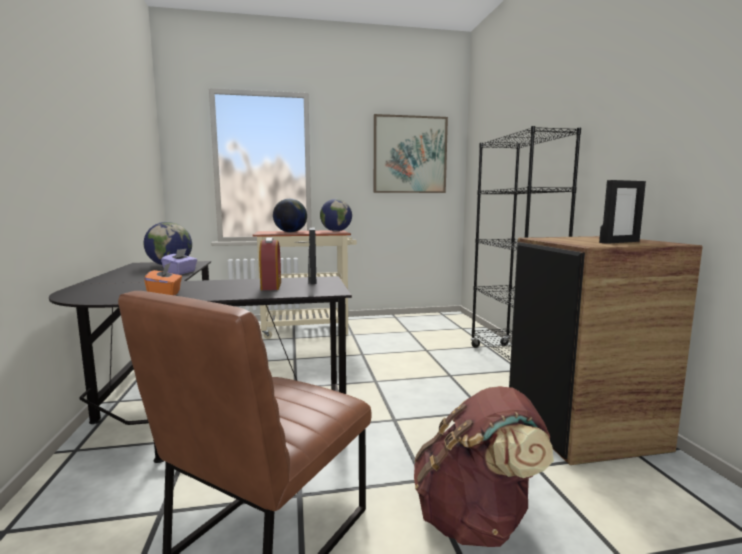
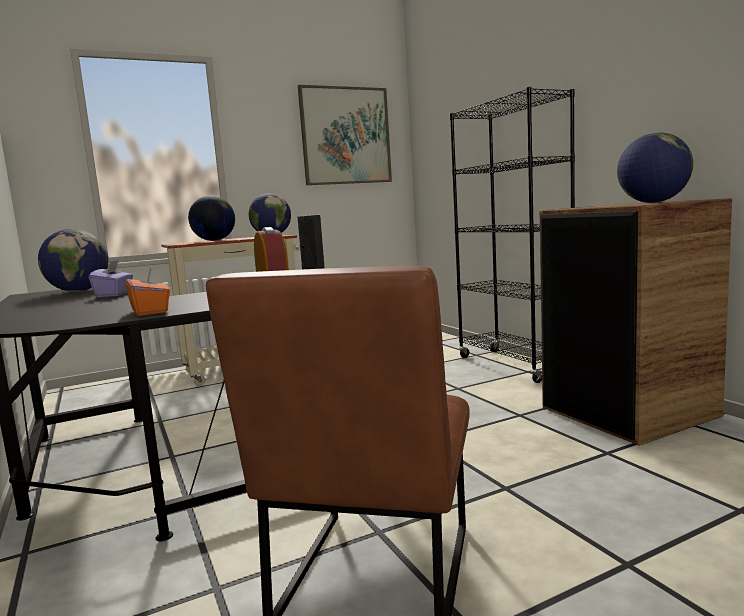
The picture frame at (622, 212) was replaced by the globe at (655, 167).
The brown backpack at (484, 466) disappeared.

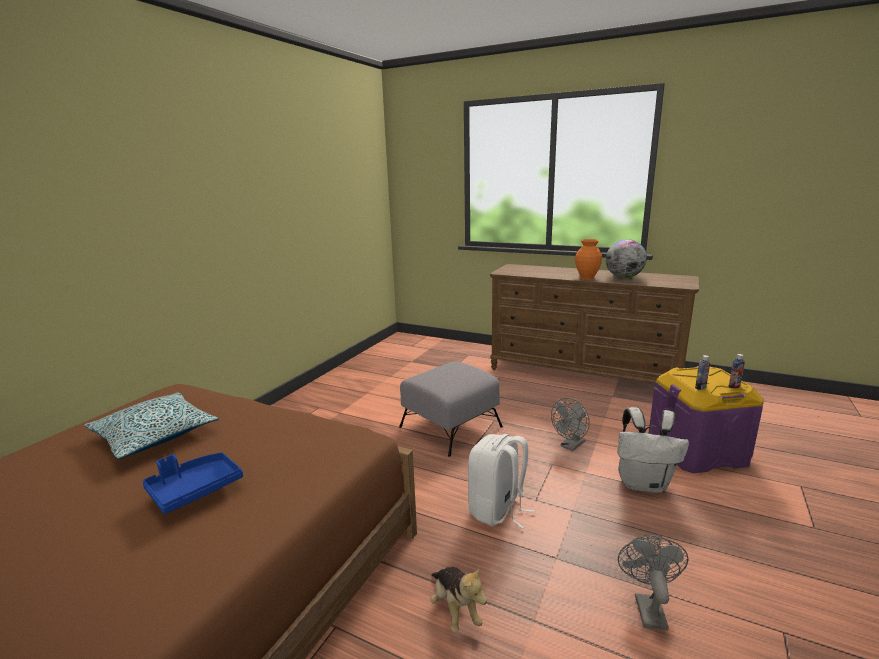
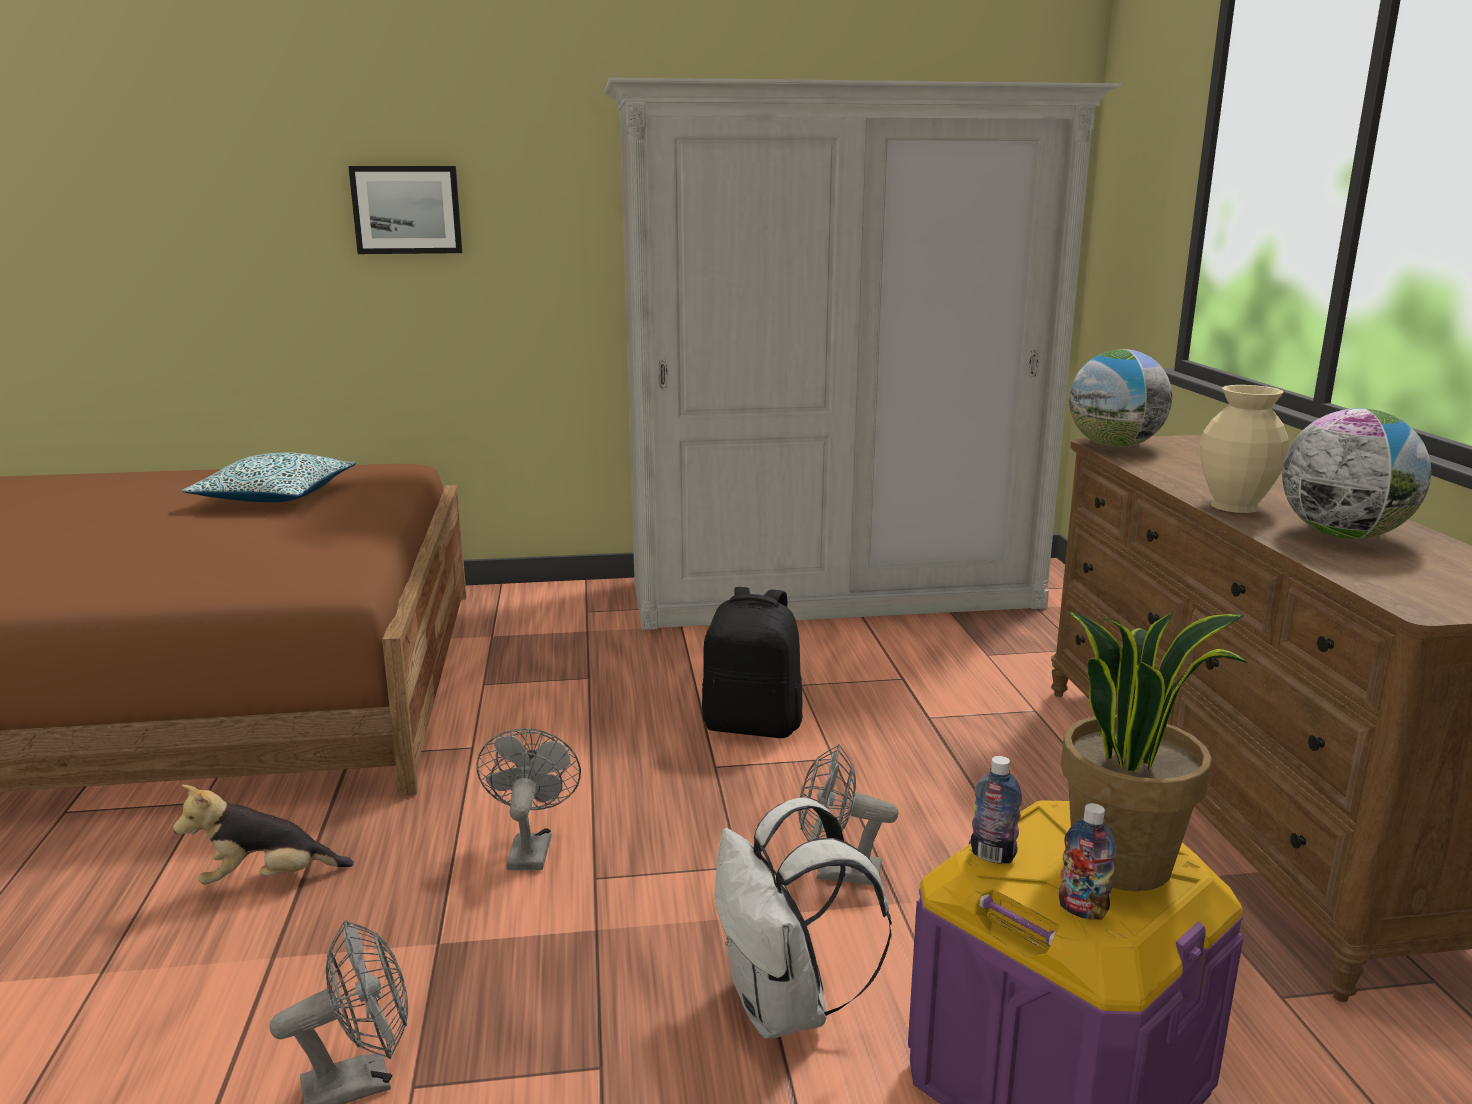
The orange vase at (588, 259) became the beige vase at (1244, 449).
The grey ottoman at (451, 409) was replaced by the black backpack at (752, 662).
The white backpack at (501, 481) was replaced by the grey fan at (529, 799).
The blue tray at (193, 483) disappeared.
The plush toy at (458, 600) turned 45 degrees clockwise.
The white wardrobe at (863, 353) appeared.
The picture at (405, 210) appeared.
The globe at (1120, 398) appeared.
The potted plant at (1155, 751) appeared.

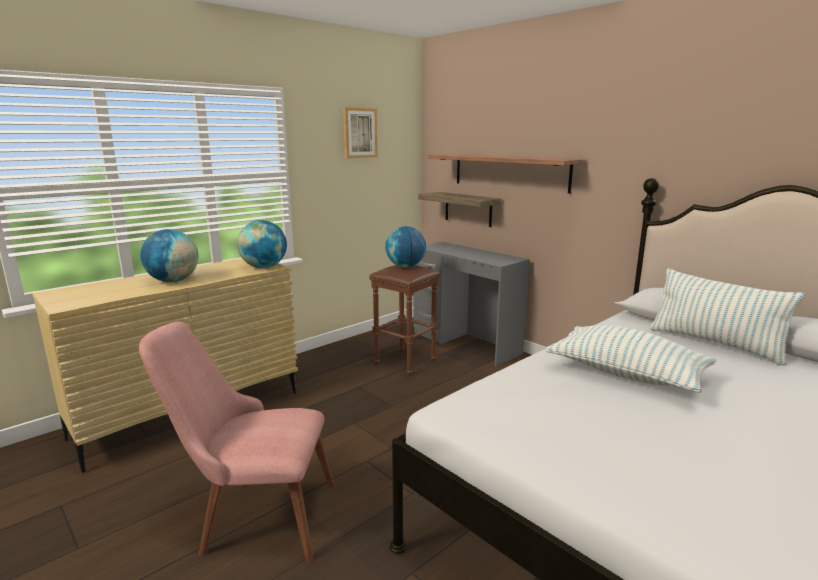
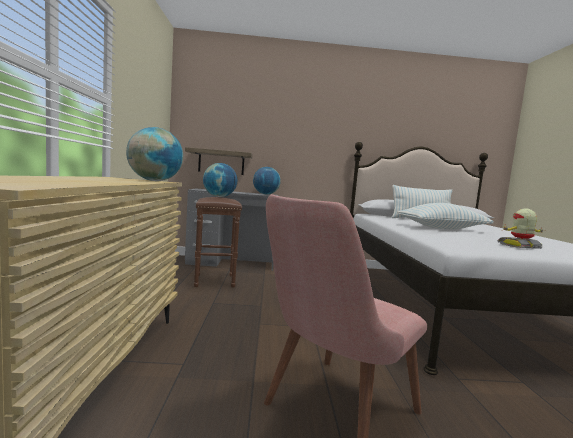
The picture at (360, 133) disappeared.
The shelf at (507, 174) disappeared.
The globe moved from (169, 255) to (267, 181).
The toy robot at (520, 229) appeared.

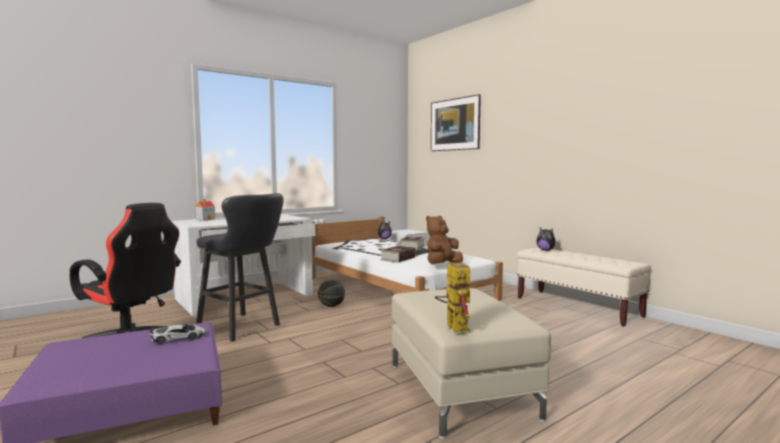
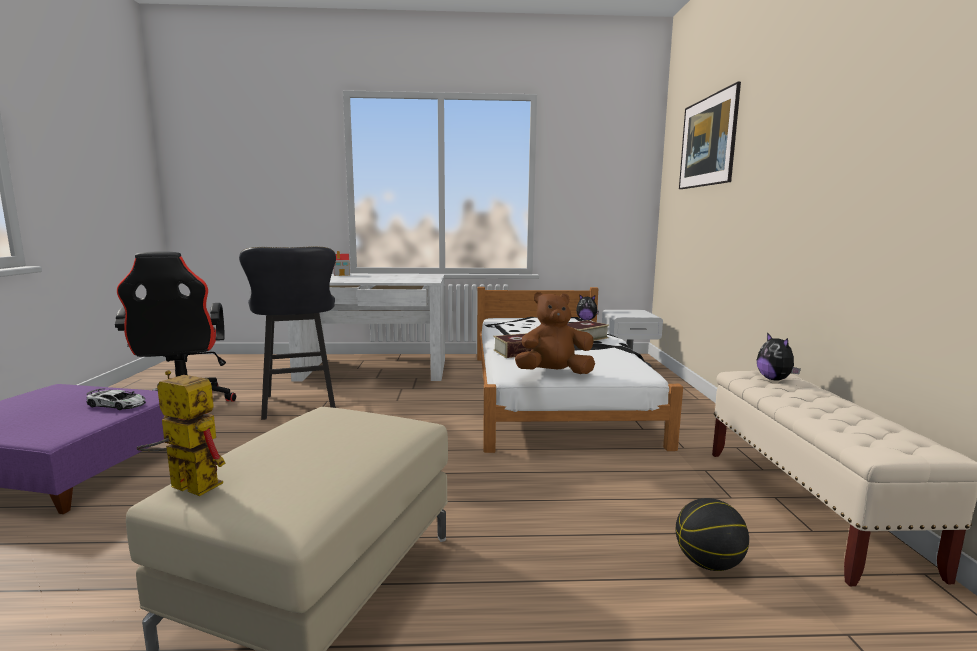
The toy robot at (452, 295) turned 90 degrees counterclockwise.
The basketball moved from (331, 293) to (712, 534).

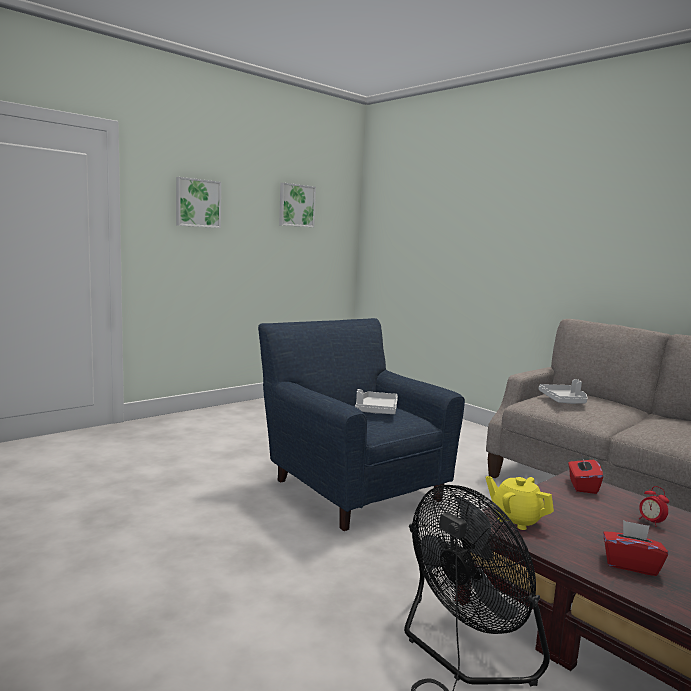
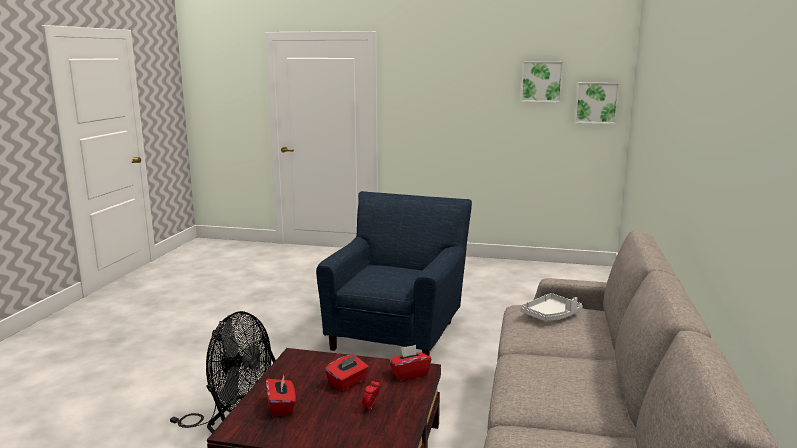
The picture moved from (198, 202) to (597, 103).
The grey tray at (376, 401) disappeared.
The yellow teapot at (519, 503) disappeared.
The red tissue box at (347, 372) appeared.

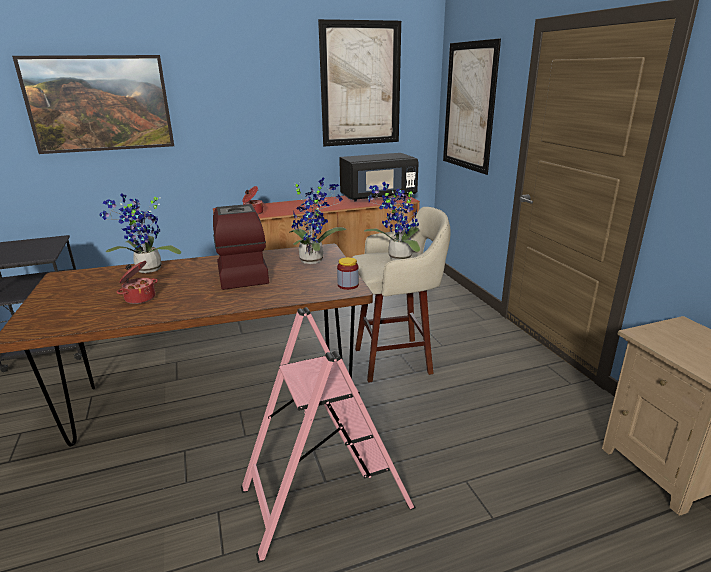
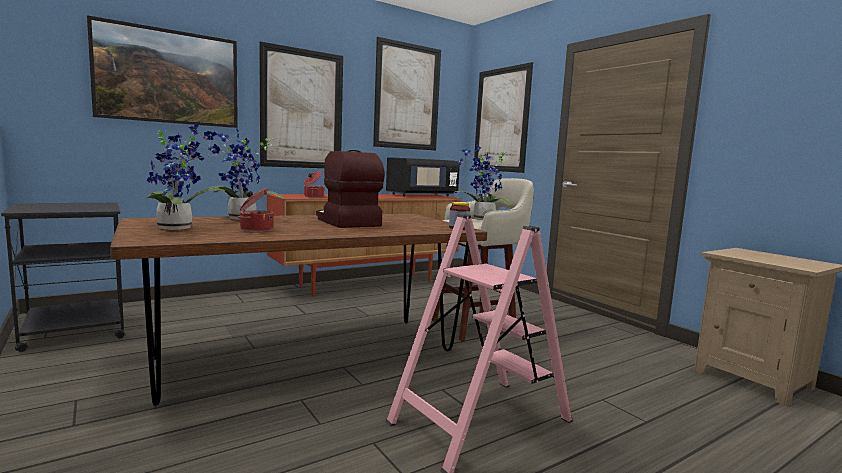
The potted plant moved from (318, 220) to (185, 177).
The picture at (301, 104) appeared.

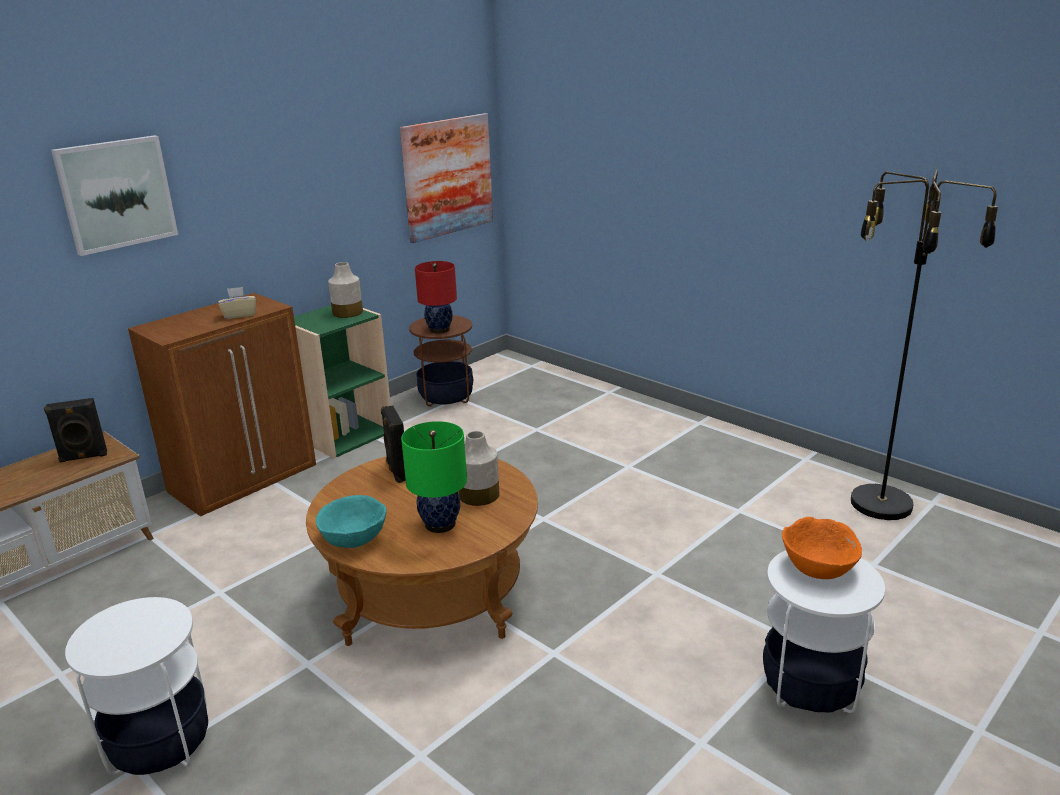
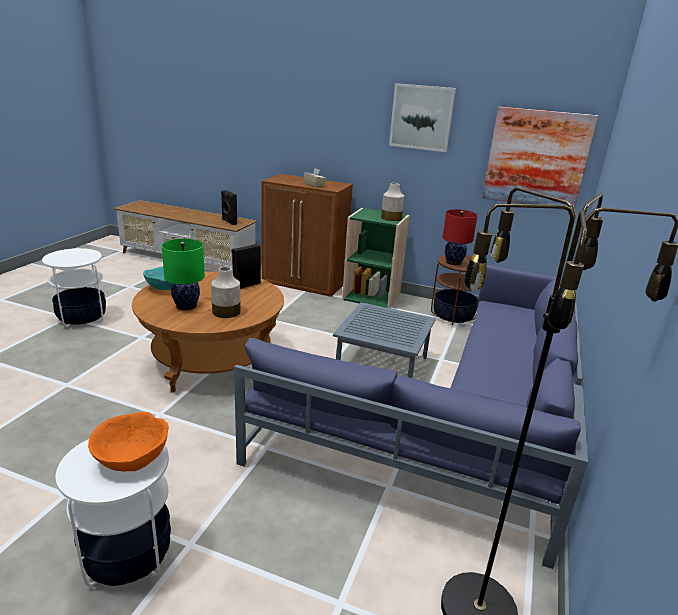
The picture moved from (114, 195) to (422, 117).
The blue sofa at (411, 417) appeared.

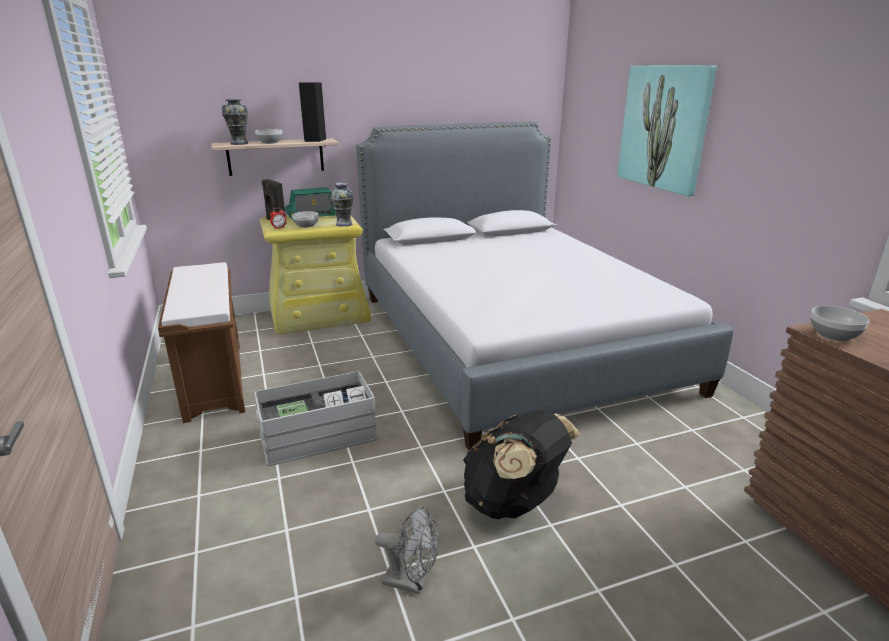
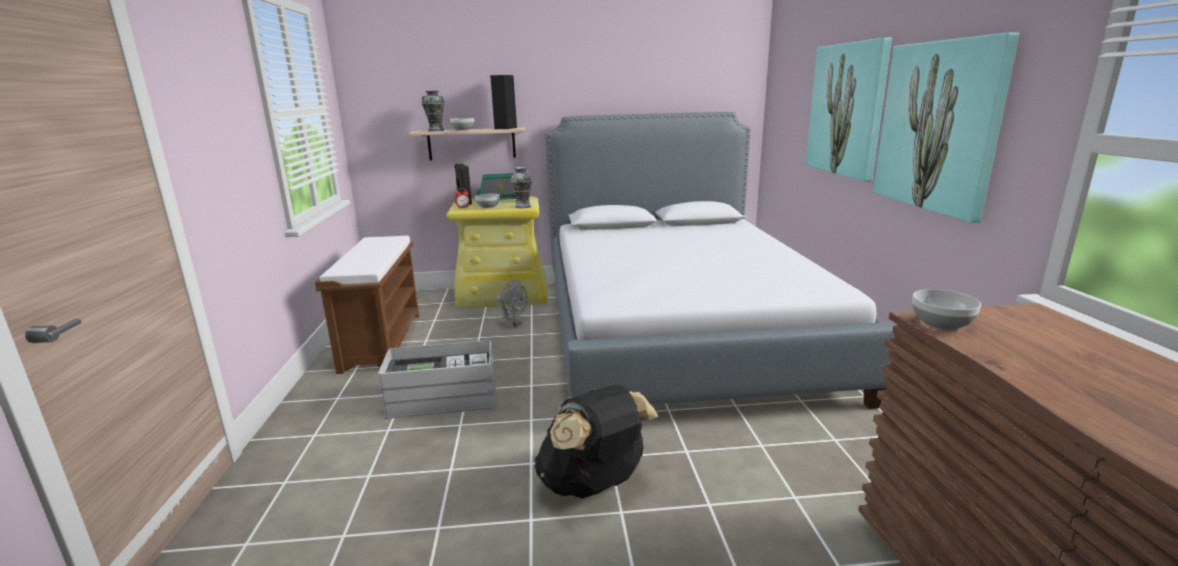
The grey fan moved from (407, 550) to (511, 304).
The picture at (946, 127) appeared.

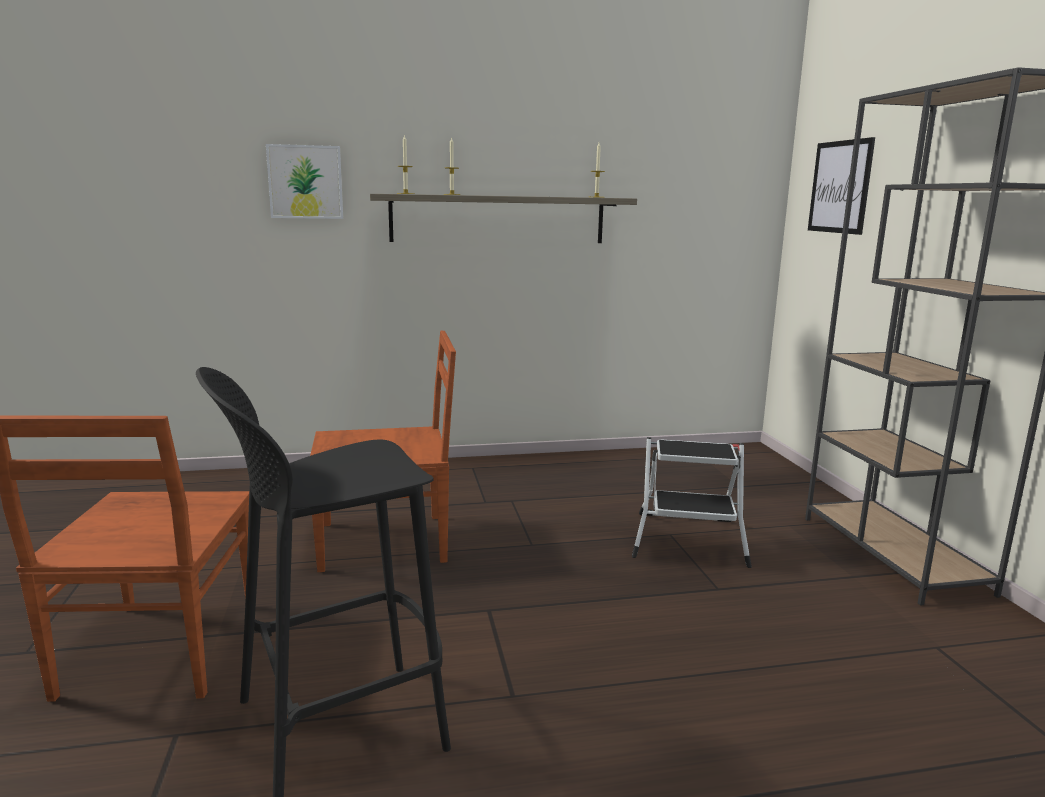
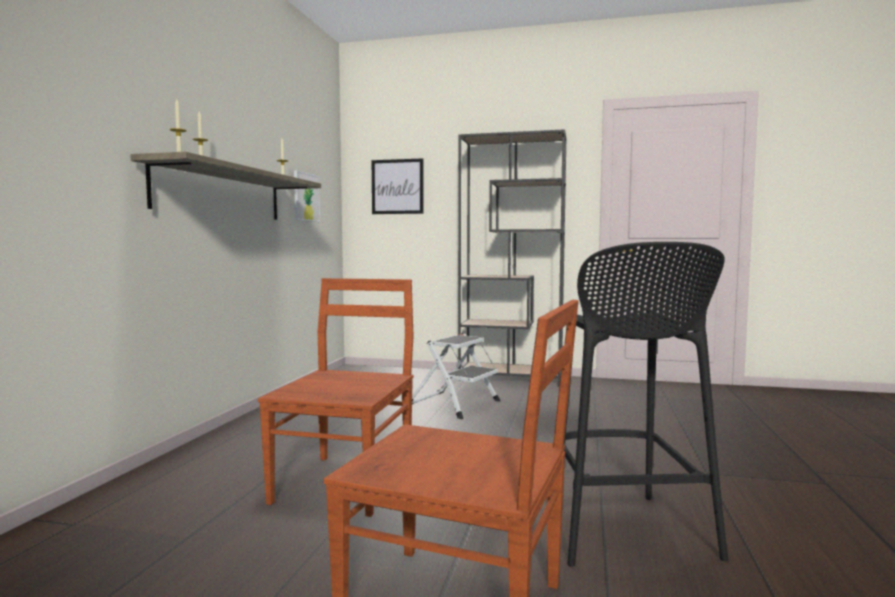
The picture moved from (304, 181) to (307, 196).

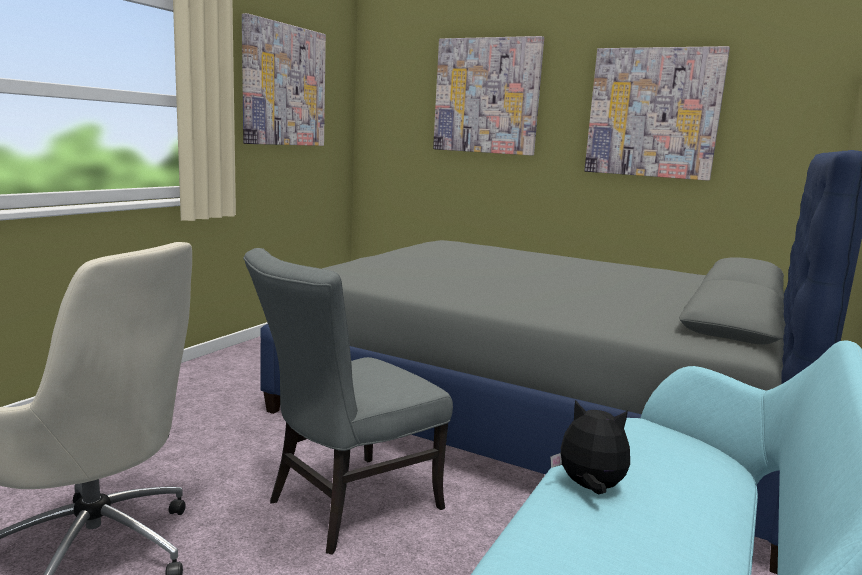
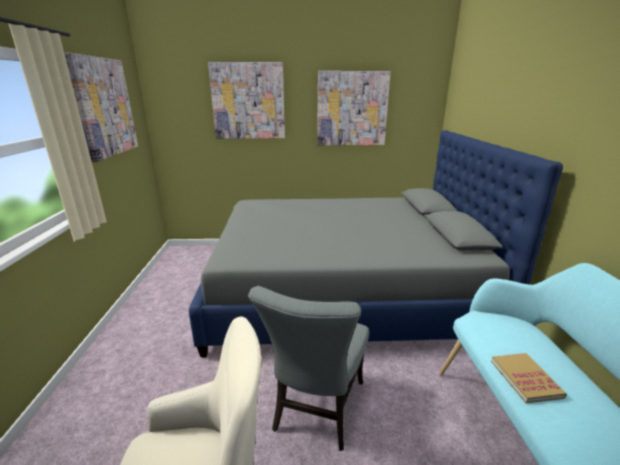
The plush toy at (590, 447) was replaced by the book at (529, 378).

